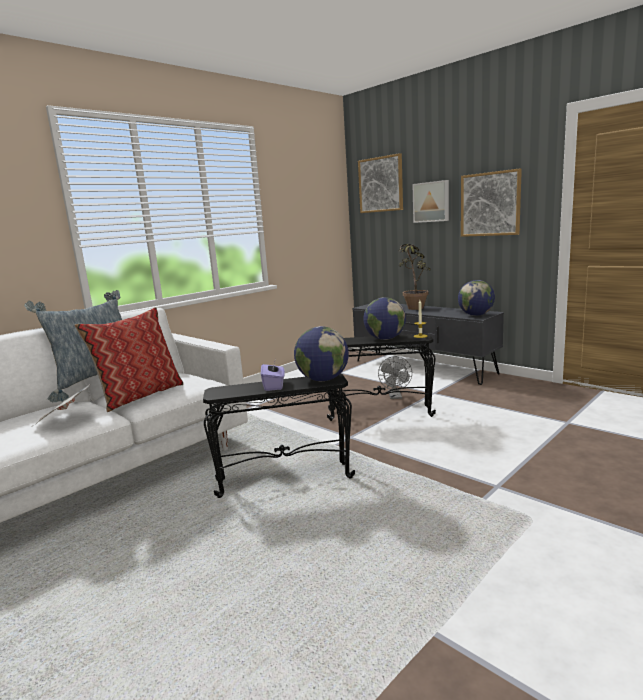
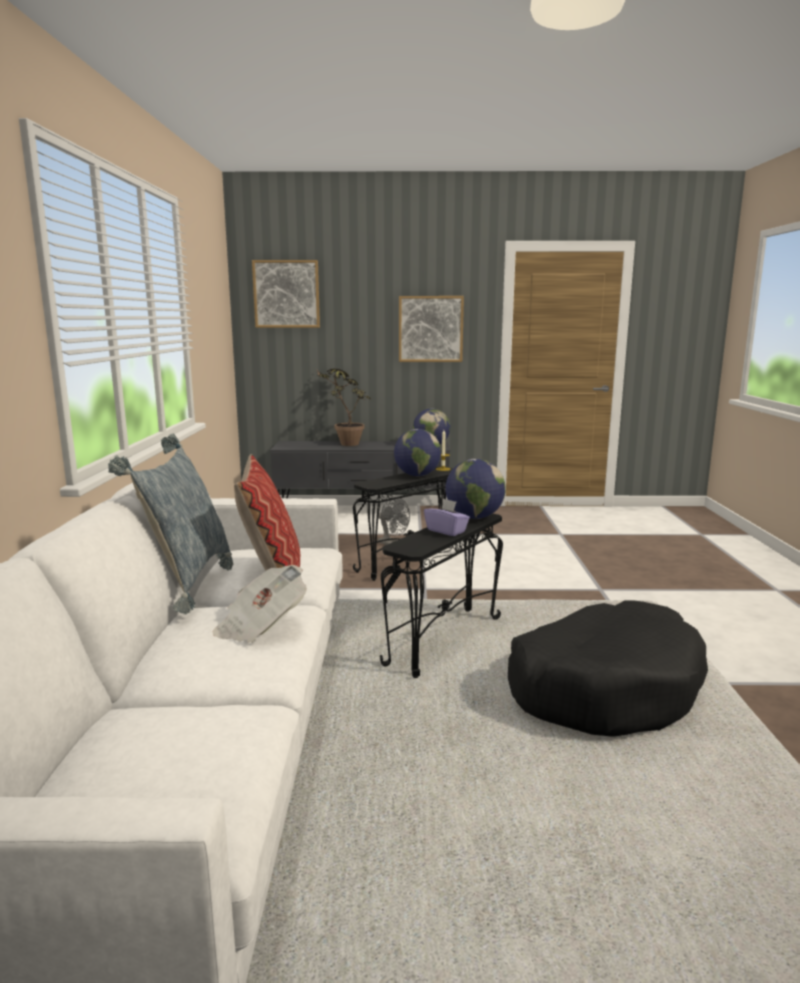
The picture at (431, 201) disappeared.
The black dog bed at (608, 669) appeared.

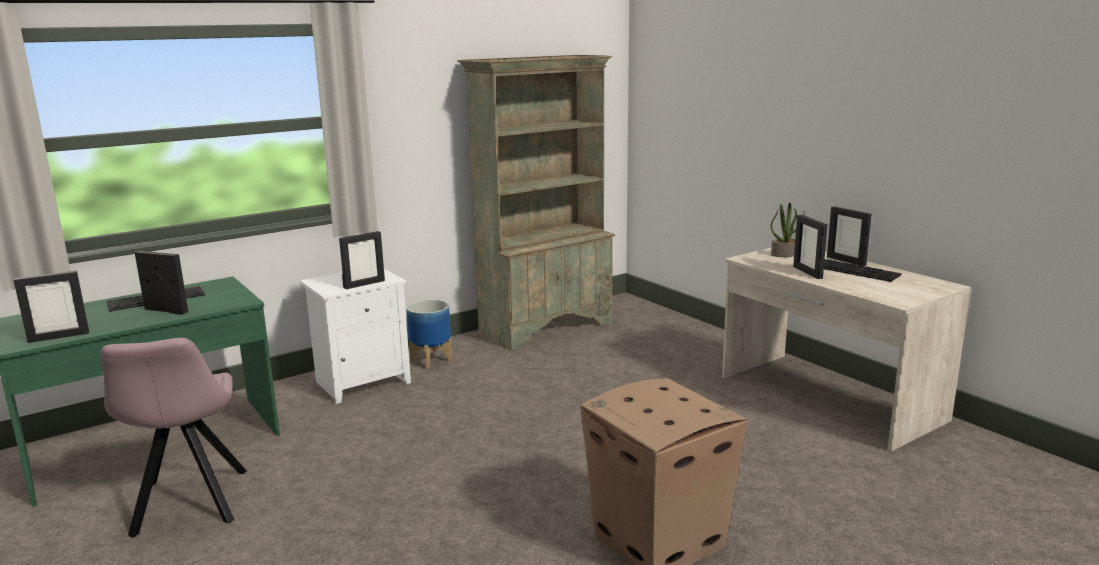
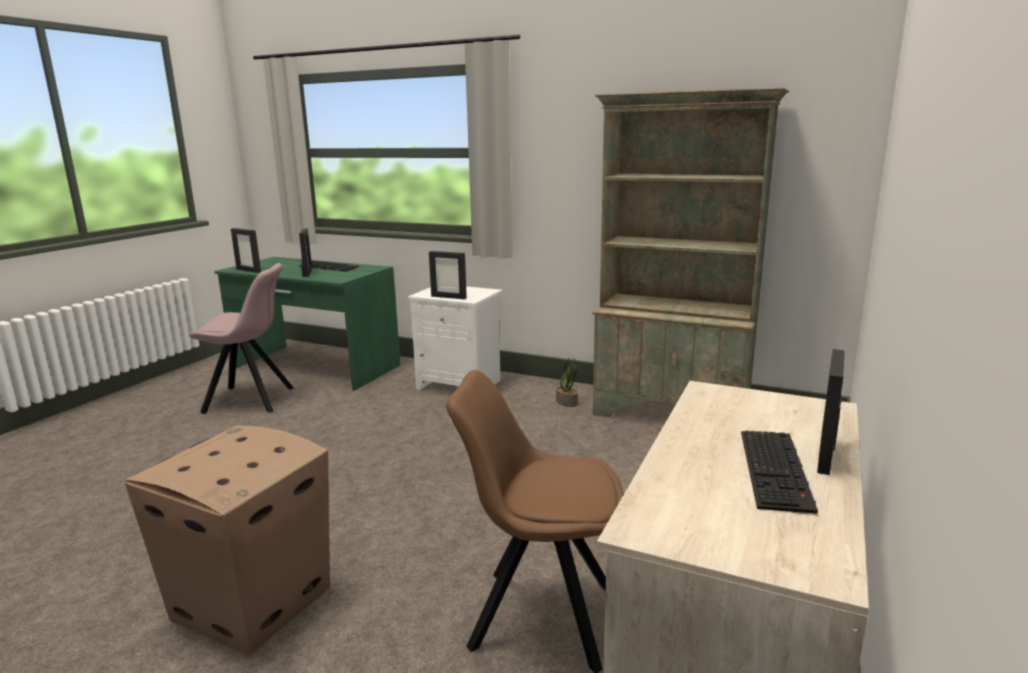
The potted plant moved from (788, 230) to (567, 382).
The picture frame at (810, 247) disappeared.
The planter at (429, 334) disappeared.
The pink chair at (174, 437) turned 135 degrees counterclockwise.
The brown chair at (535, 521) appeared.

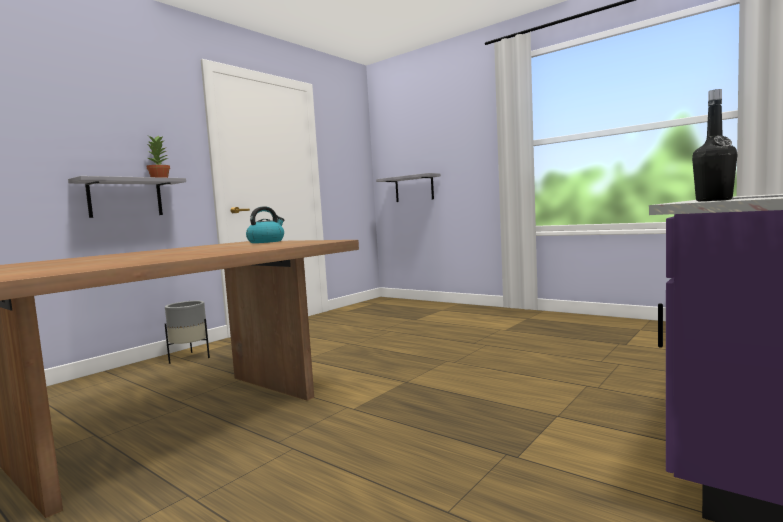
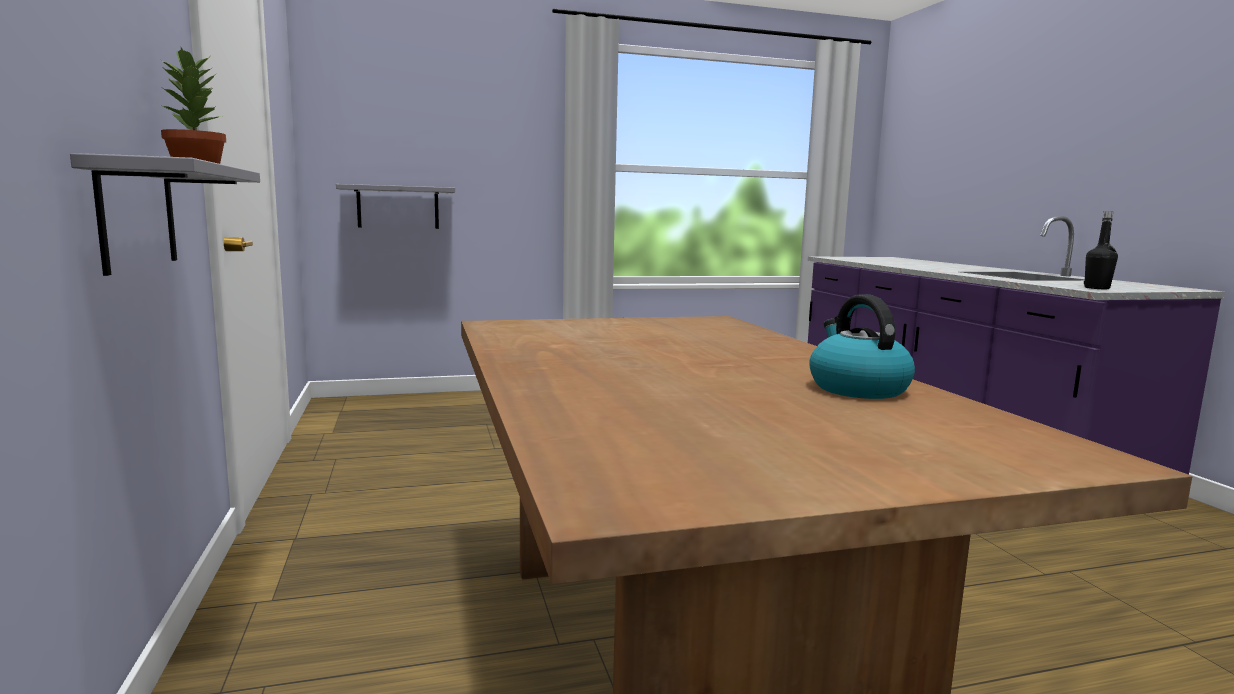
The kettle moved from (265, 224) to (862, 347).
The grey planter at (187, 332) disappeared.

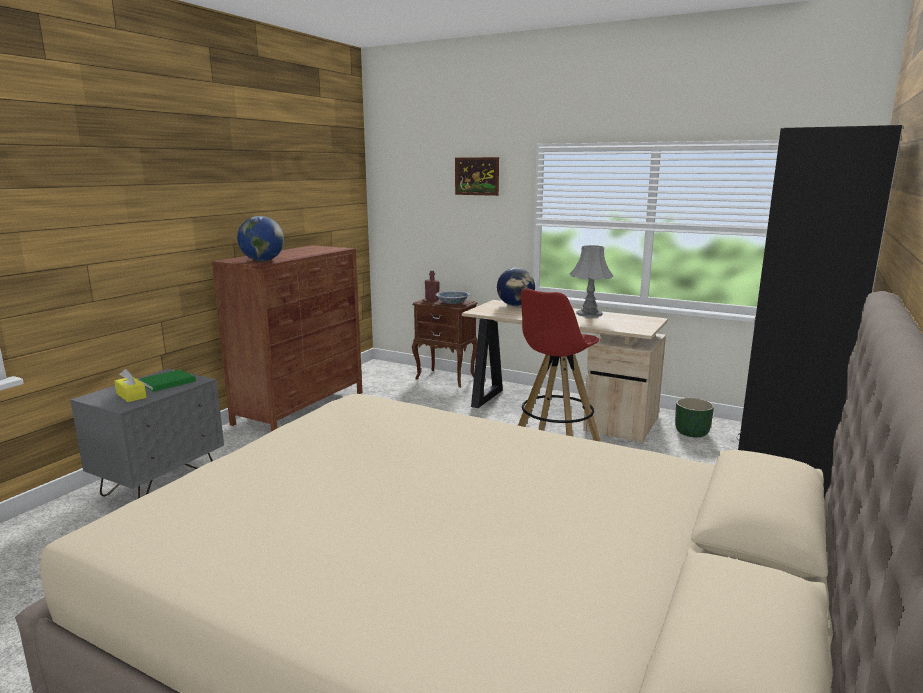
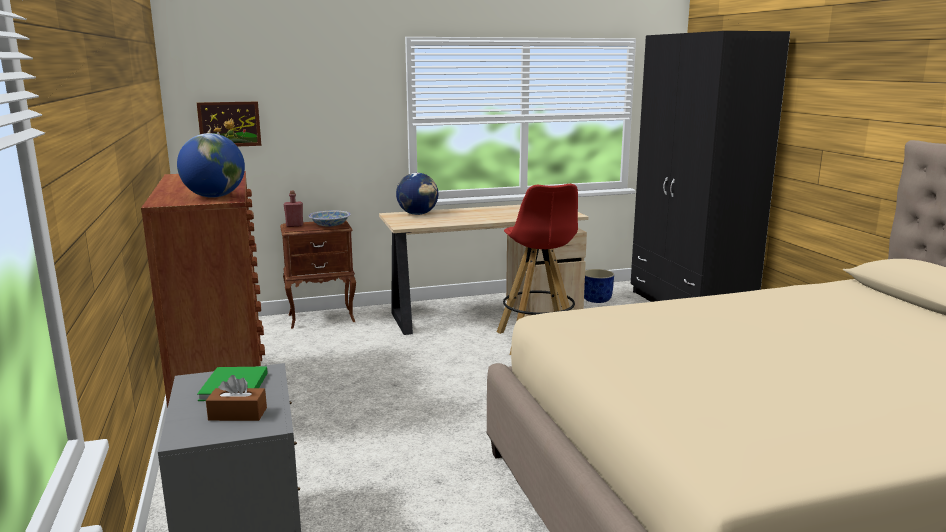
The picture moved from (477, 176) to (229, 124).
The grey table lamp at (591, 281) disappeared.
The yellow tissue box at (131, 385) became the brown tissue box at (236, 398).
The green planter at (694, 417) became the blue planter at (599, 286).

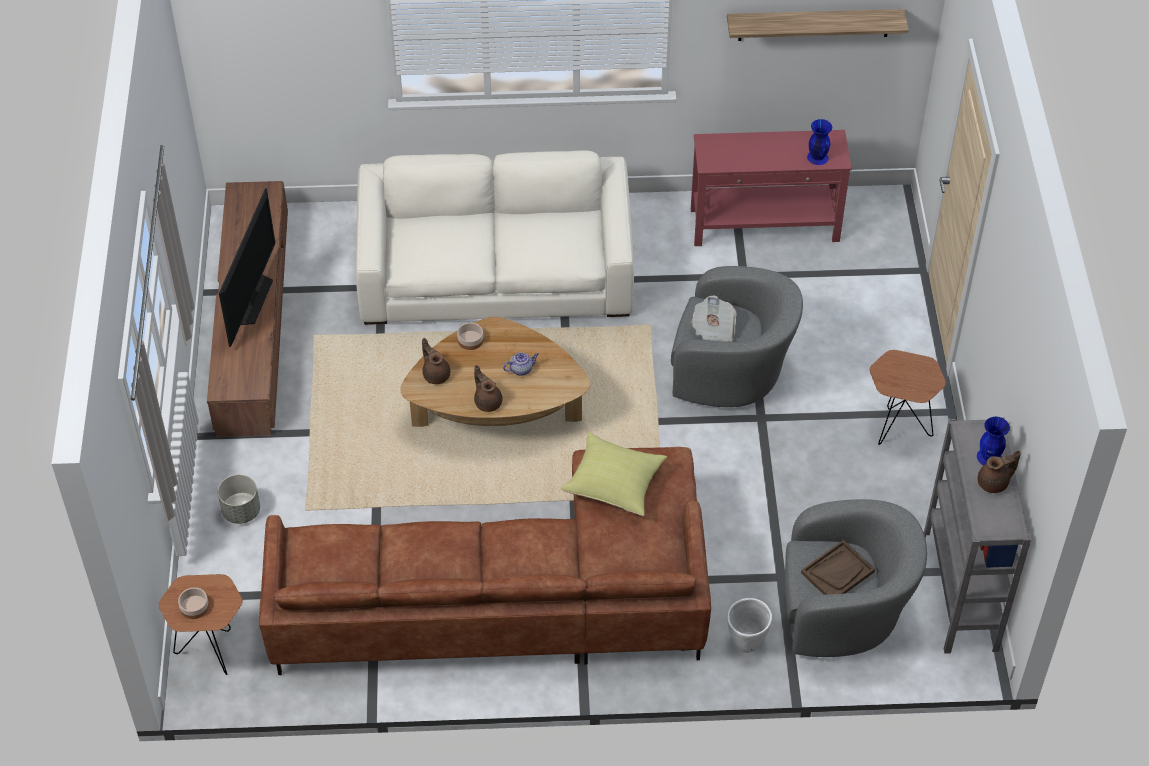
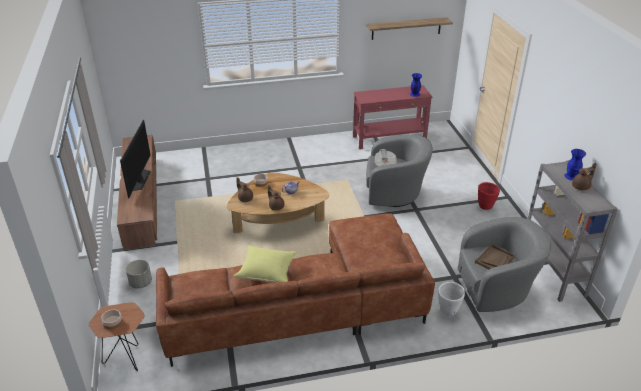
The white sofa at (495, 237) disappeared.
The brown side table at (907, 397) was replaced by the red planter at (489, 196).
The yellow pillow moved from (613, 474) to (265, 264).

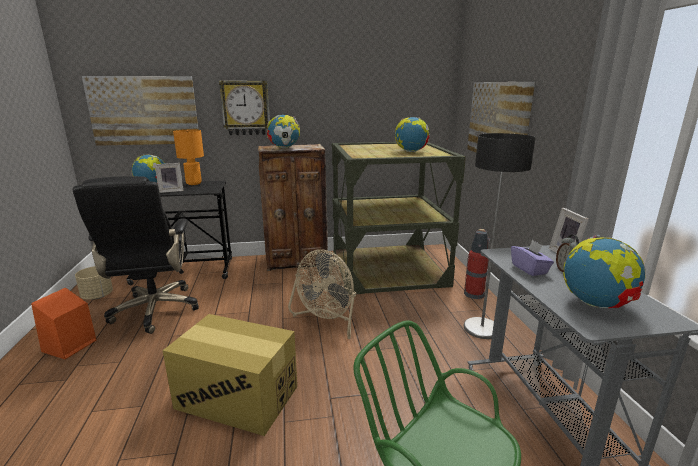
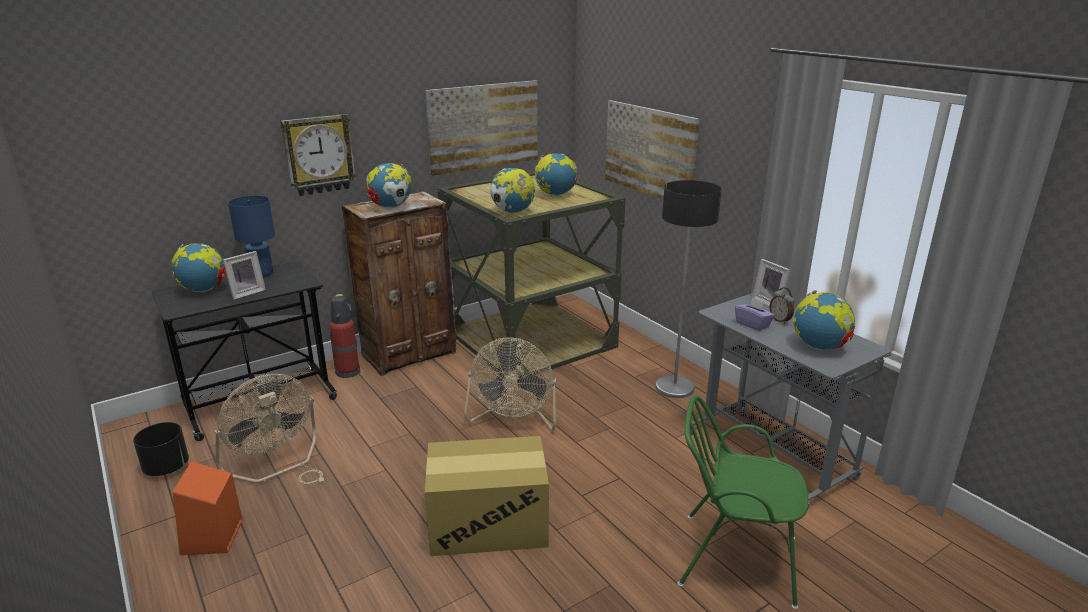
The picture moved from (140, 111) to (481, 128).
The orange table lamp at (188, 157) became the blue table lamp at (251, 236).
The black office chair at (136, 255) was replaced by the beige fan at (269, 429).
The fire extinguisher moved from (477, 264) to (345, 336).
The beige planter at (94, 283) became the black planter at (161, 449).
The globe at (512, 191) appeared.

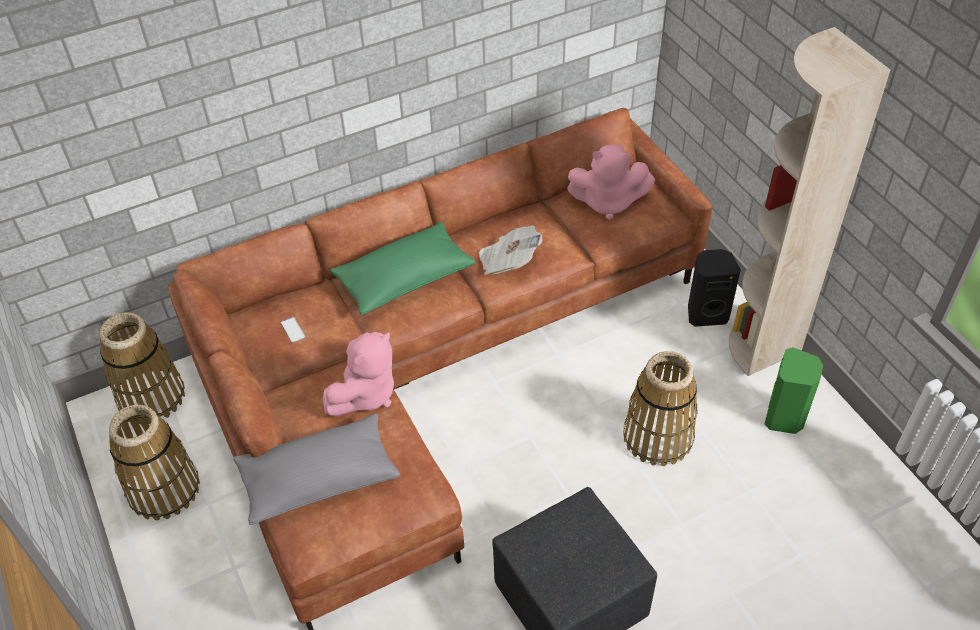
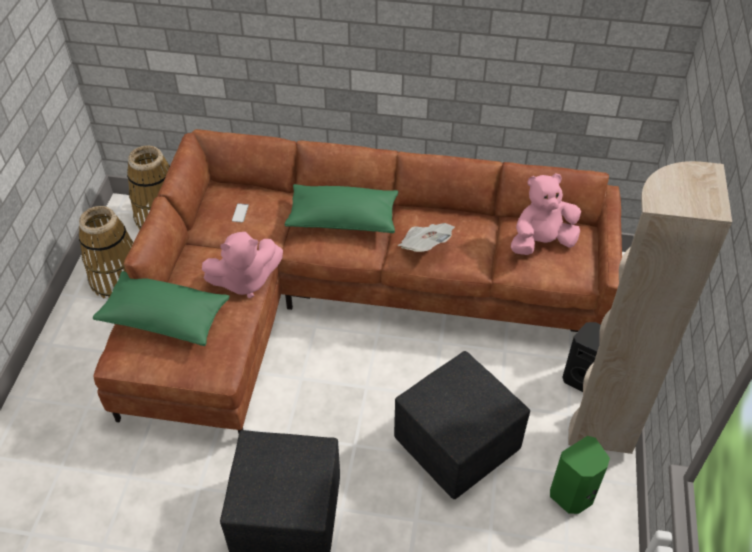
The pink plush toy at (611, 182) turned 120 degrees clockwise.
The basket at (660, 408) was replaced by the black ottoman at (462, 425).
The grey pillow at (316, 469) became the green pillow at (161, 308).

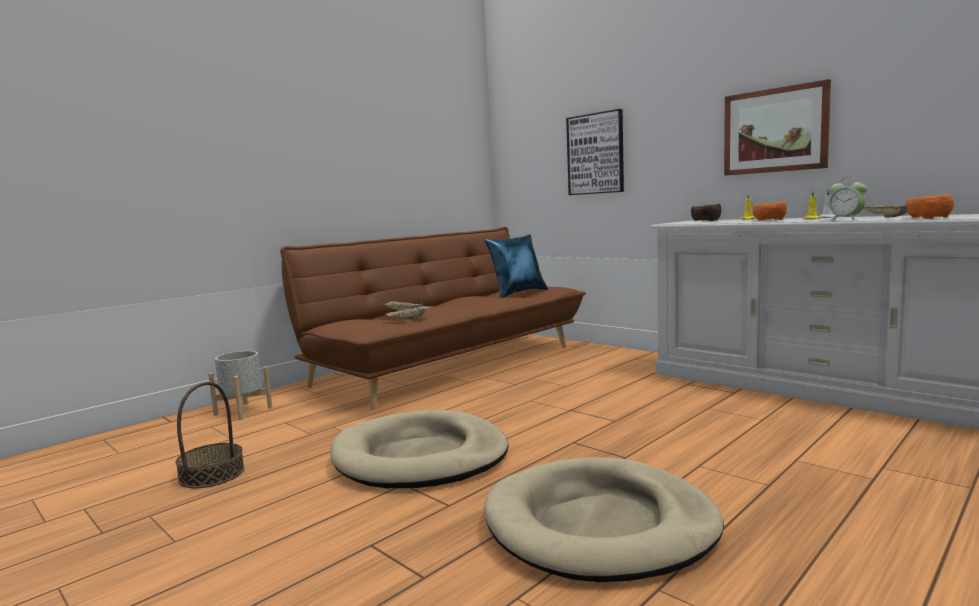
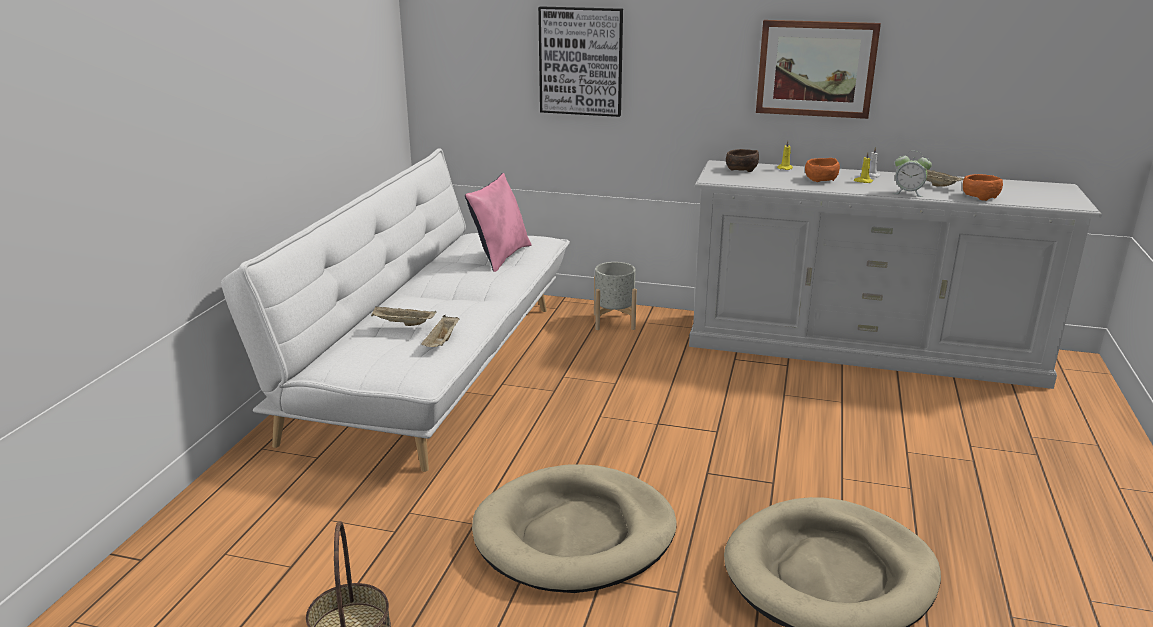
The brown sofa at (433, 318) became the white sofa at (395, 310).
The blue pillow at (516, 266) became the pink pillow at (498, 222).
The grey planter moved from (240, 385) to (615, 296).

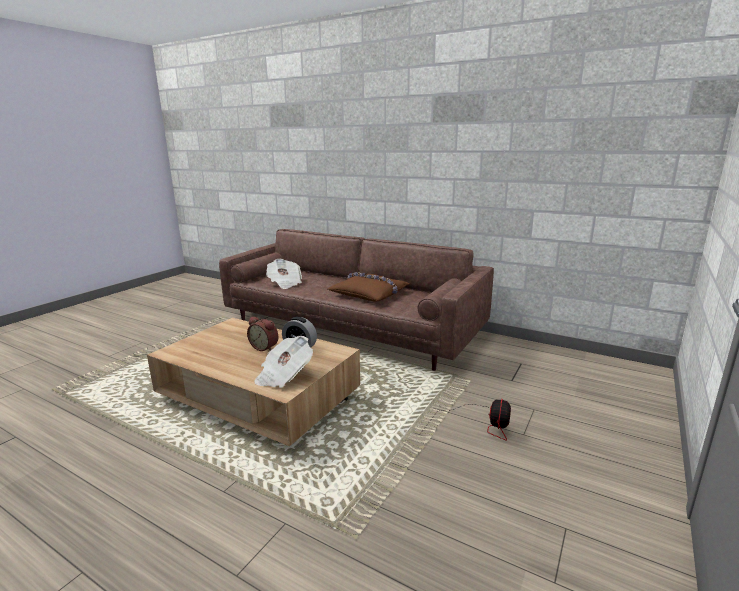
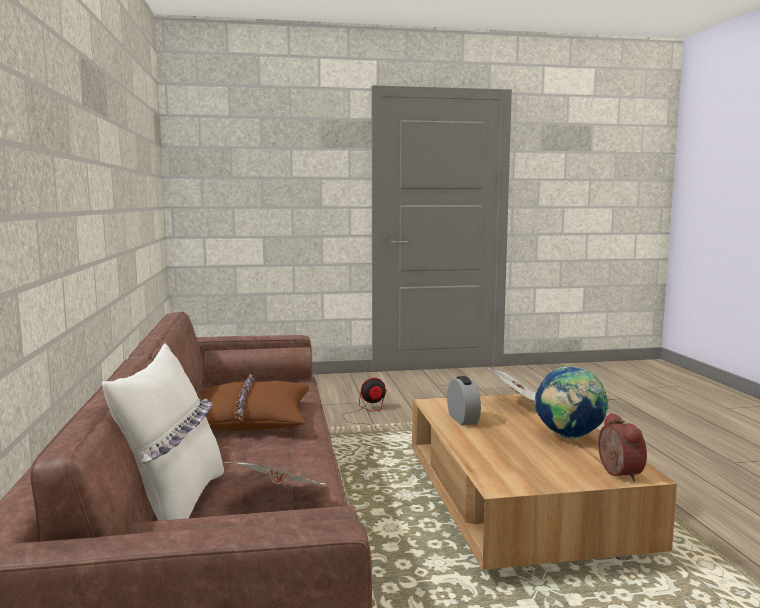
The alarm clock moved from (262, 334) to (622, 447).
The white pillow at (163, 432) appeared.
The globe at (571, 402) appeared.

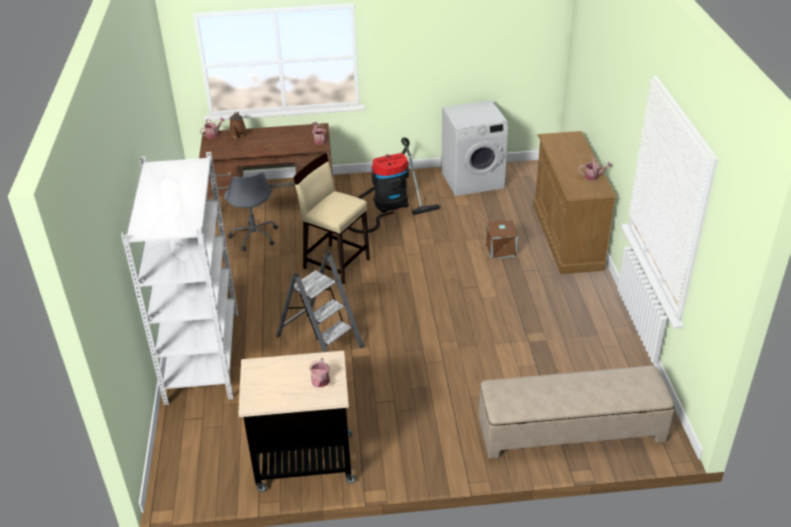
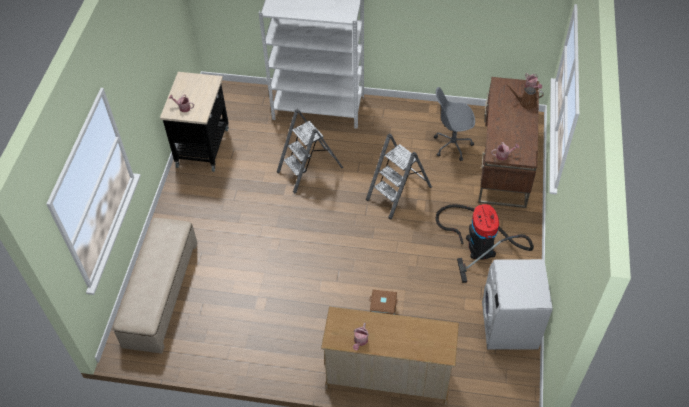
The beige stool at (331, 219) was replaced by the grey step ladder at (399, 176).

